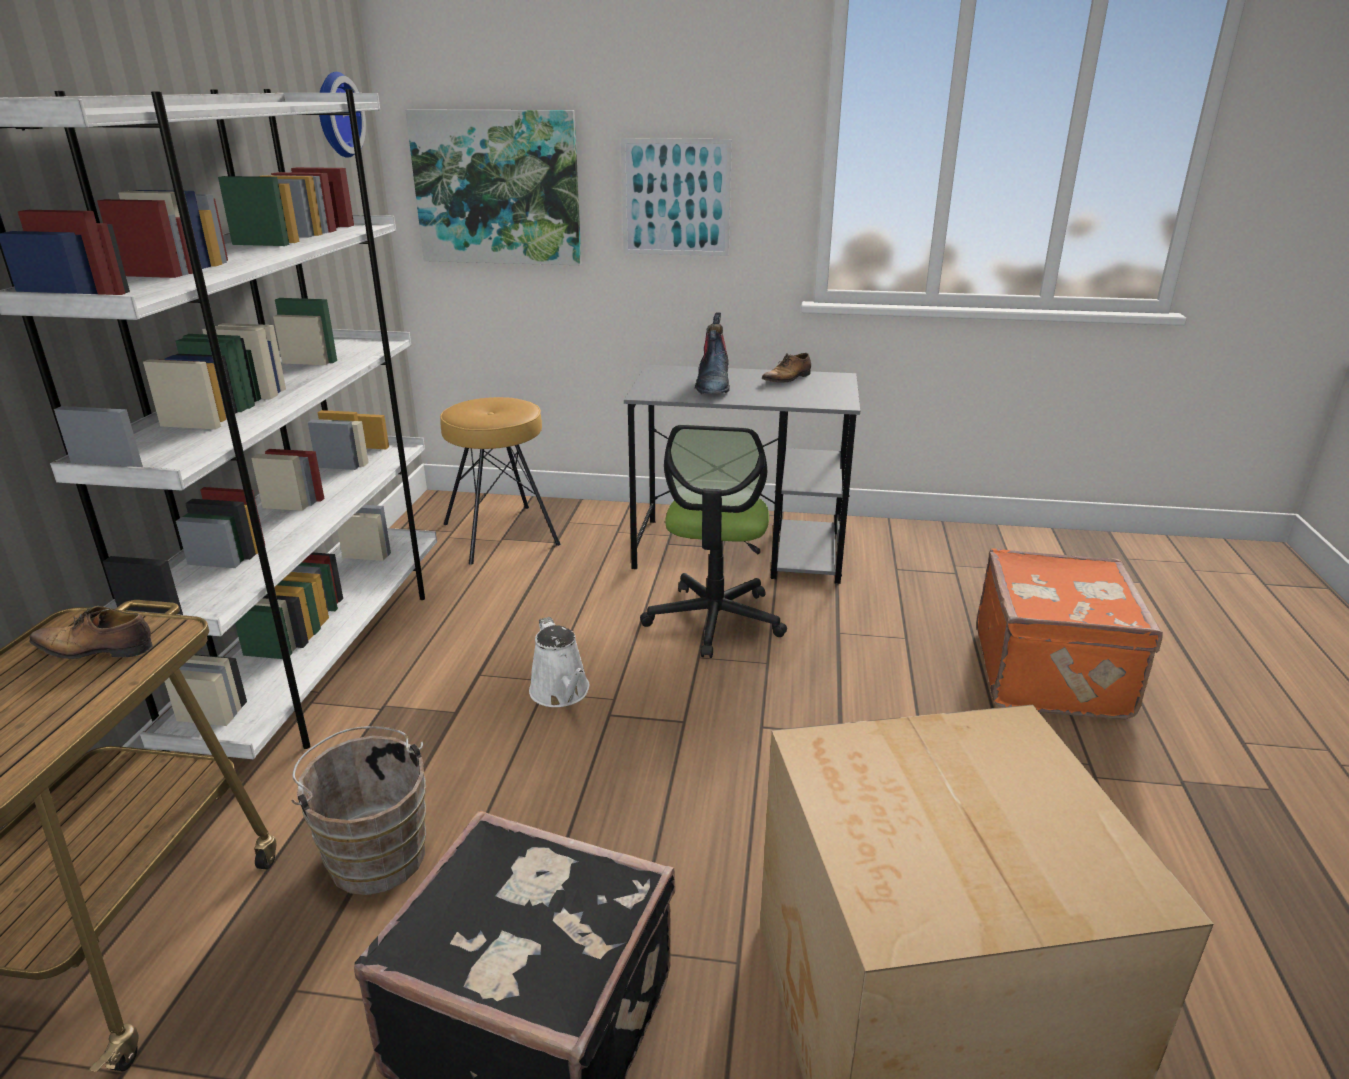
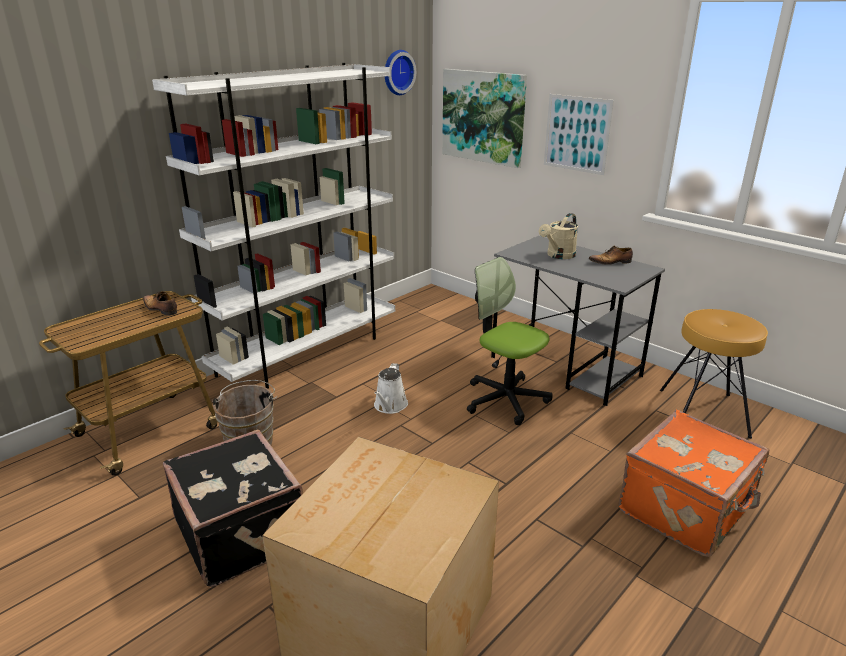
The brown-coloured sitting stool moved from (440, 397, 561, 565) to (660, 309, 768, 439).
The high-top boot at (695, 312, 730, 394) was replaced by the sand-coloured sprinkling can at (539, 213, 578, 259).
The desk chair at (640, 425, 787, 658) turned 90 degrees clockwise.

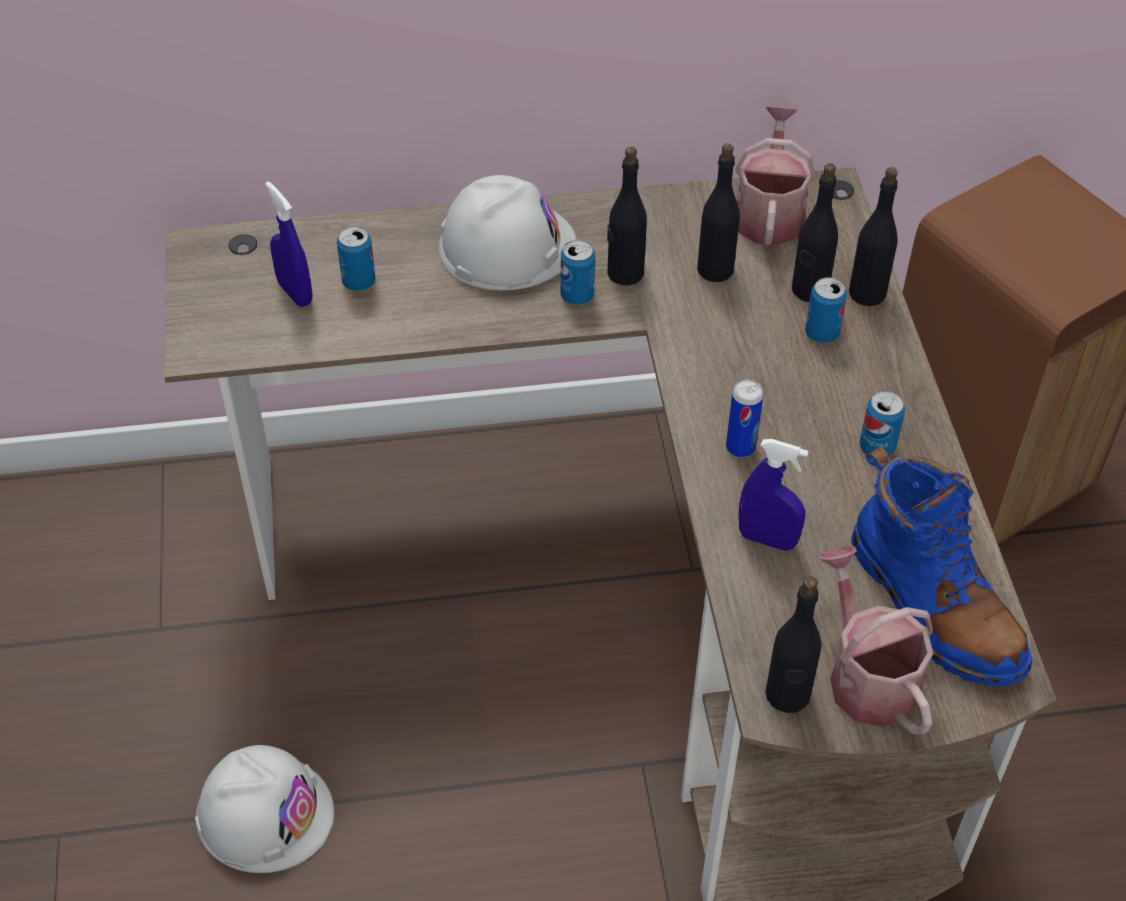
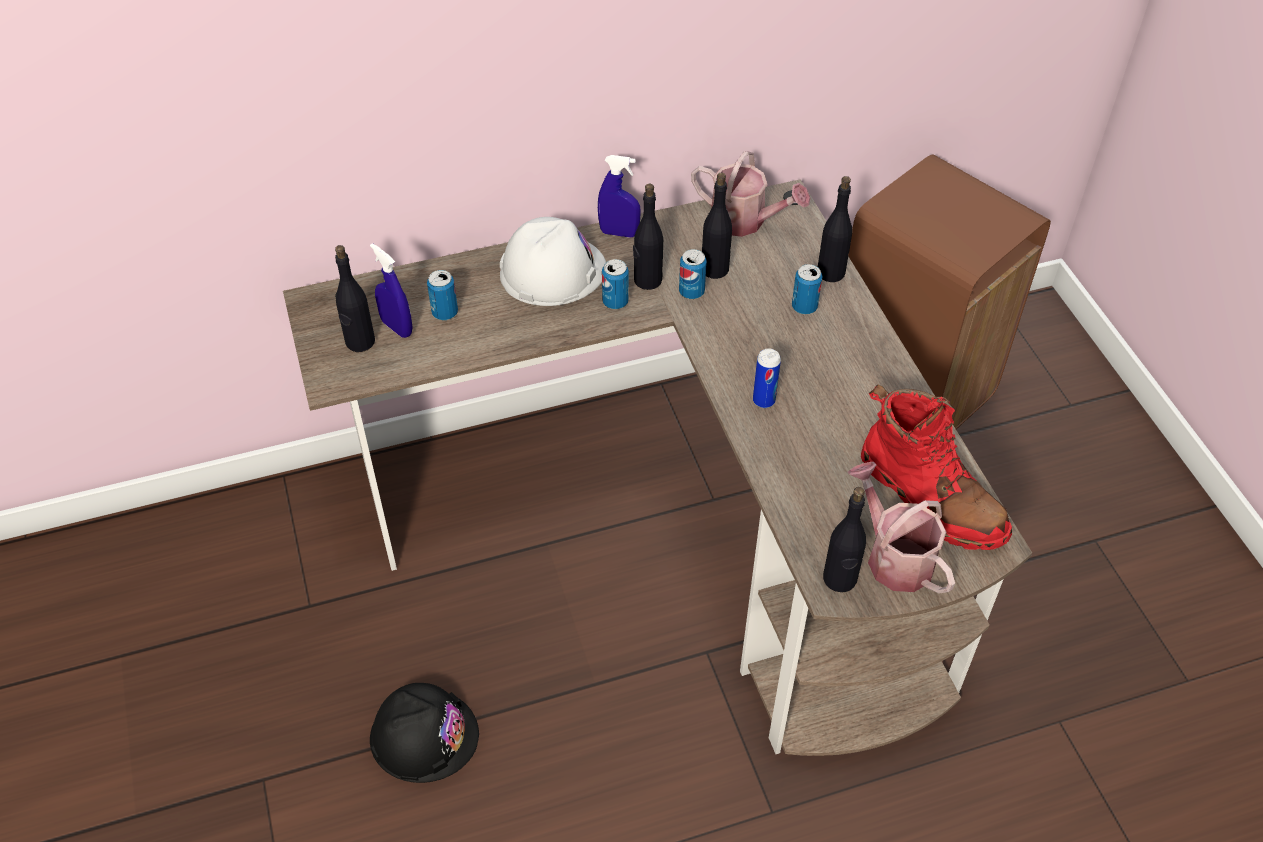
The blue-coloured sprayer moved from (738, 439, 809, 551) to (598, 155, 641, 238).
The blackish bottle moved from (792, 163, 838, 302) to (335, 245, 375, 352).
The can moved from (859, 391, 905, 456) to (679, 249, 707, 299).
The whitish hard hat at (195, 745, 334, 873) became the blackish hard hat at (370, 683, 479, 783).
The blue-coloured high-top boot at (851, 446, 1032, 687) became the red high-top boot at (861, 385, 1012, 550).
The sprinkling can at (735, 106, 816, 246) turned 120 degrees clockwise.

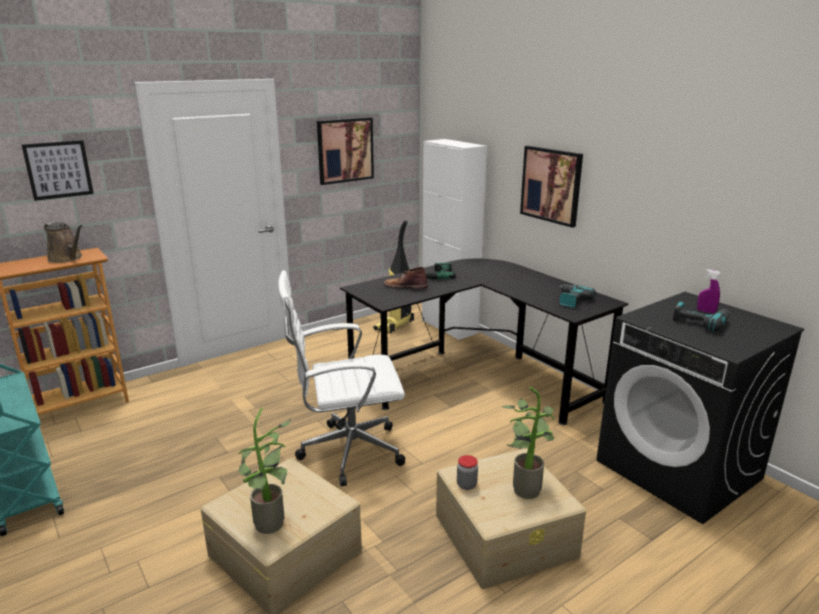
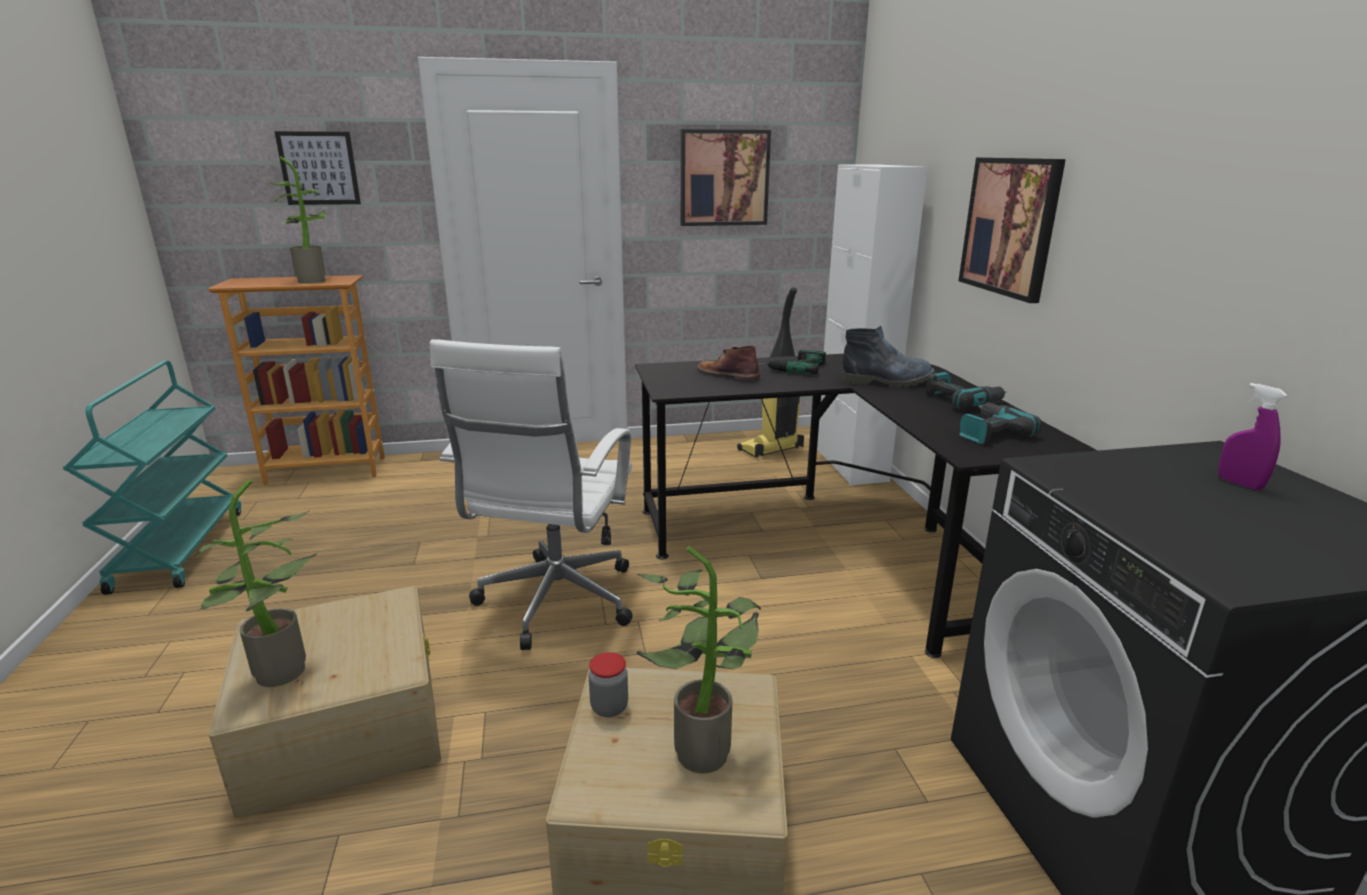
The high-top boot at (842, 326, 936, 387) appeared.
The power drill moved from (673, 302, 730, 332) to (926, 372, 1007, 409).
The brown-coloured sprinkling can at (44, 222, 82, 263) was replaced by the potted plant at (264, 156, 327, 284).
The whitish desk chair at (279, 270, 405, 486) turned 90 degrees counterclockwise.

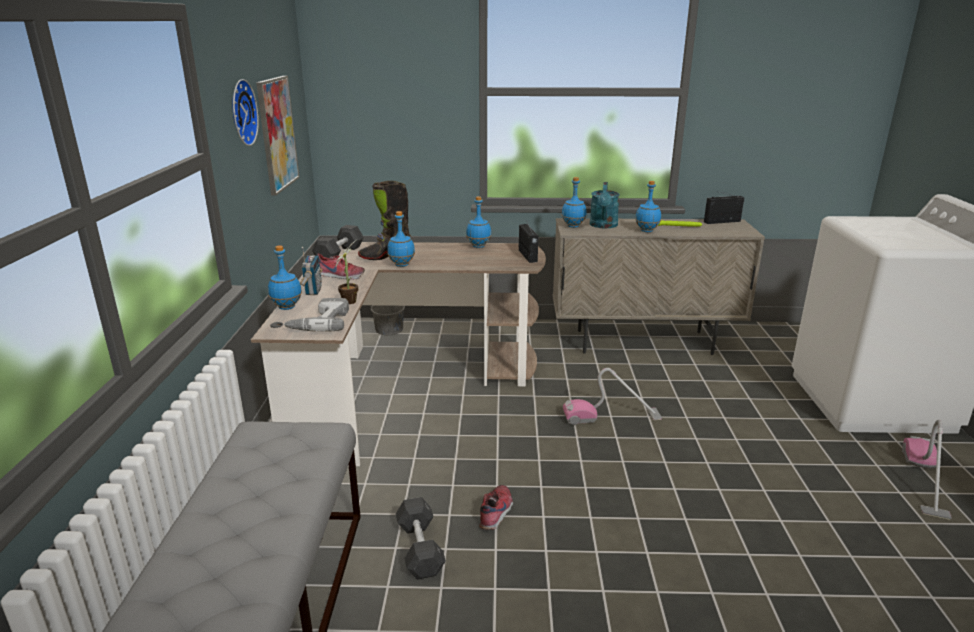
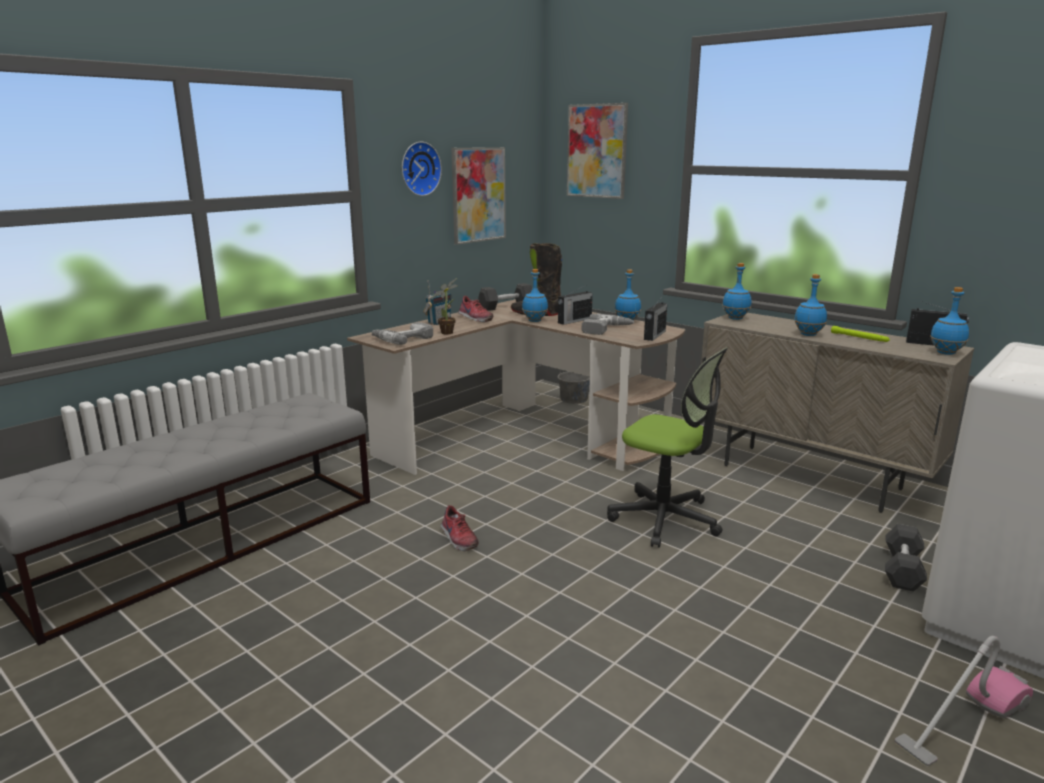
The turquoise sprinkling can at (590, 182, 620, 228) disappeared.
The radio receiver at (558, 285, 593, 325) appeared.
The wall art at (567, 103, 628, 199) appeared.
The power drill at (582, 314, 635, 335) appeared.
The blue-coloured bottle moved from (268, 245, 302, 310) to (930, 287, 969, 355).
The gray hand weight moved from (396, 497, 446, 580) to (885, 524, 927, 592).
The vacuum cleaner at (563, 368, 662, 425) was replaced by the desk chair at (607, 347, 728, 548).
The item of footwear at (479, 485, 513, 530) turned 90 degrees clockwise.

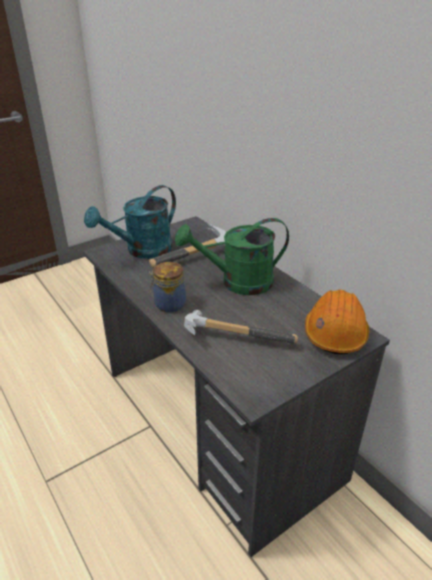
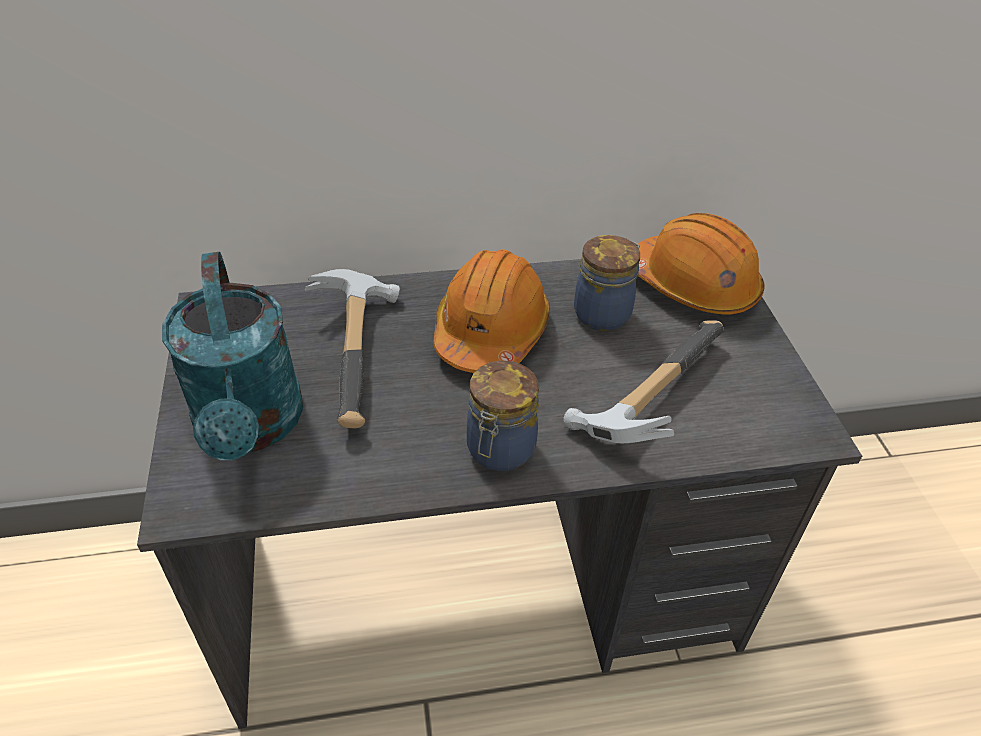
The jar at (574, 235, 640, 331) appeared.
The green-coloured sprinkling can at (175, 218, 289, 295) was replaced by the orange hard hat at (433, 249, 550, 373).

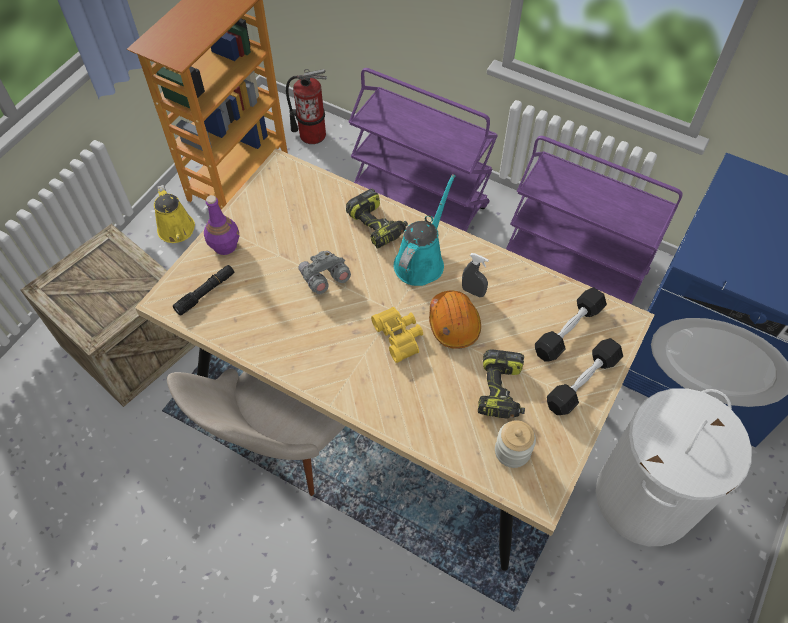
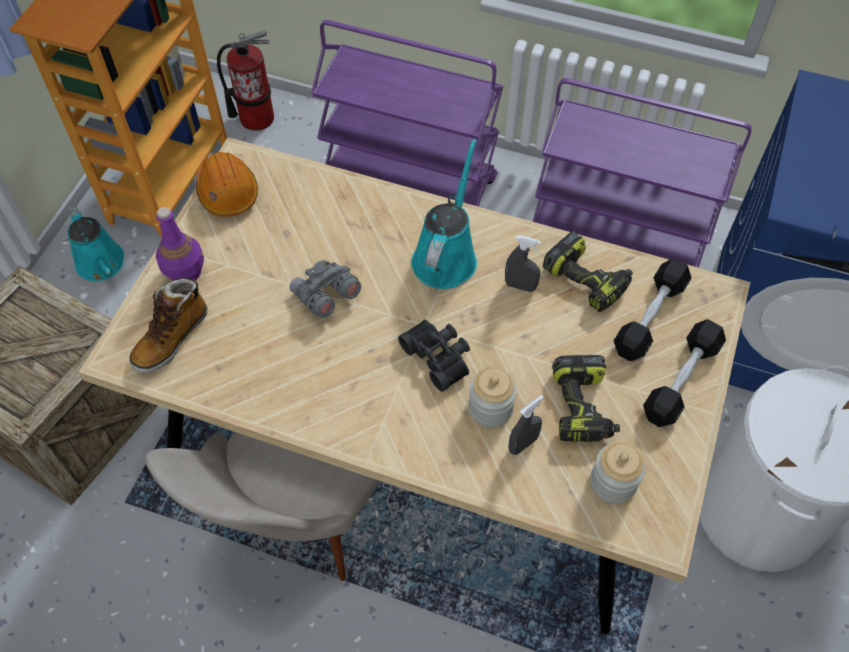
The jar at (468, 366, 517, 427) appeared.
The gray sprayer at (509, 395, 544, 455) appeared.
The power drill moved from (346, 189, 408, 249) to (543, 231, 633, 312).
The orange hard hat moved from (429, 290, 481, 349) to (196, 152, 258, 217).
The blackish flashlight at (173, 265, 234, 316) was replaced by the high-top boot at (129, 278, 208, 373).
The yellow-coloured sprinkling can at (154, 185, 195, 243) became the turquoise sprinkling can at (67, 206, 124, 281).
The yellow-coloured field glasses at (371, 307, 423, 363) became the blackish field glasses at (398, 320, 470, 392).

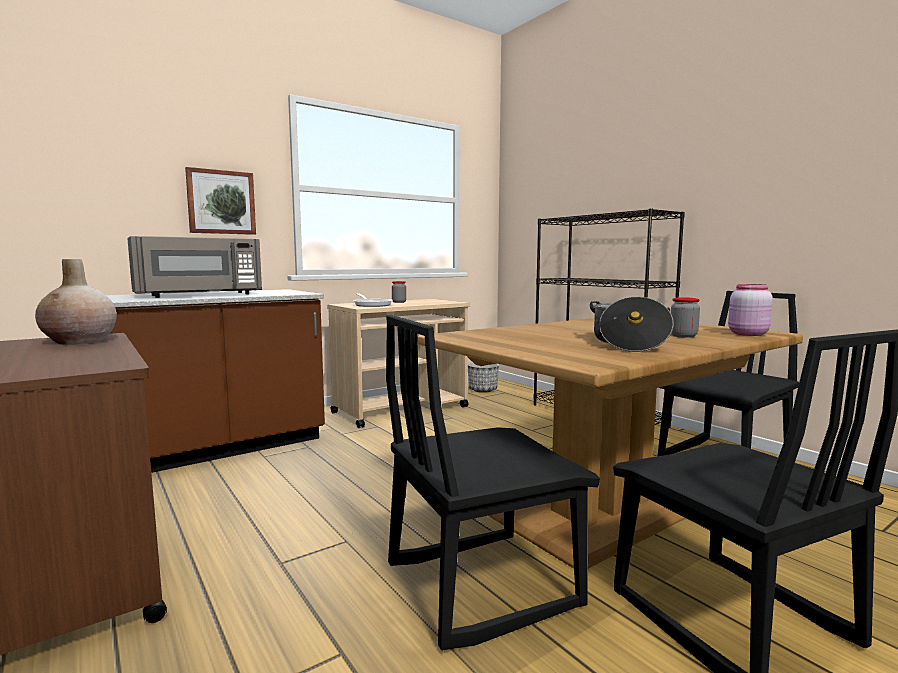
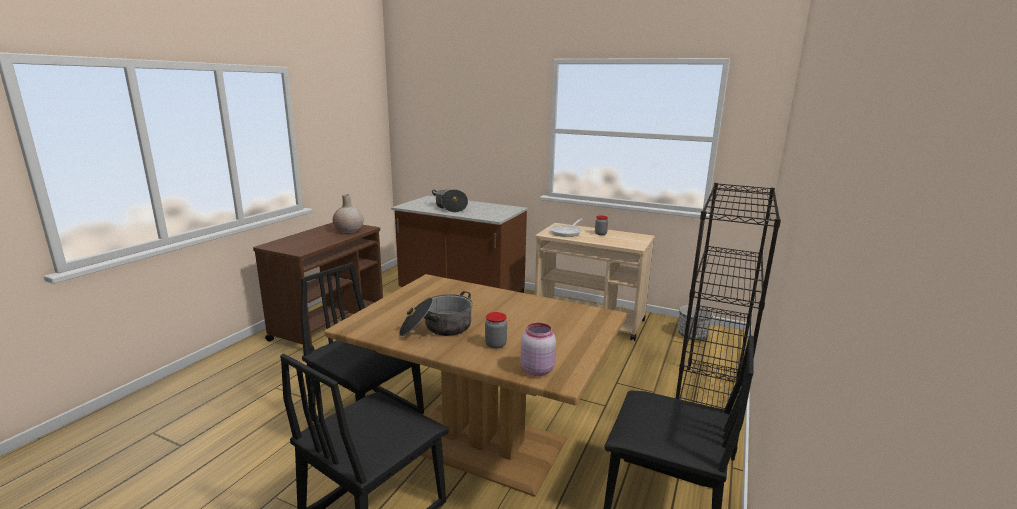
The wall art at (185, 167, 256, 235) disappeared.
The gray microwave at (127, 236, 262, 298) was replaced by the saucepot at (432, 189, 468, 212).

